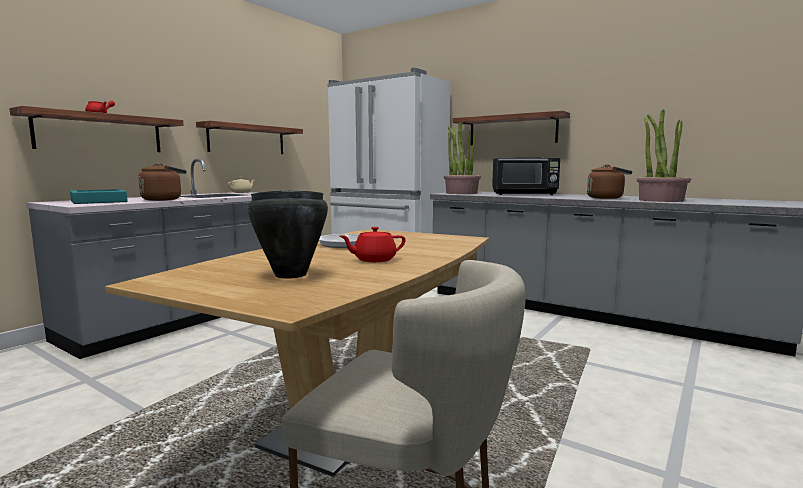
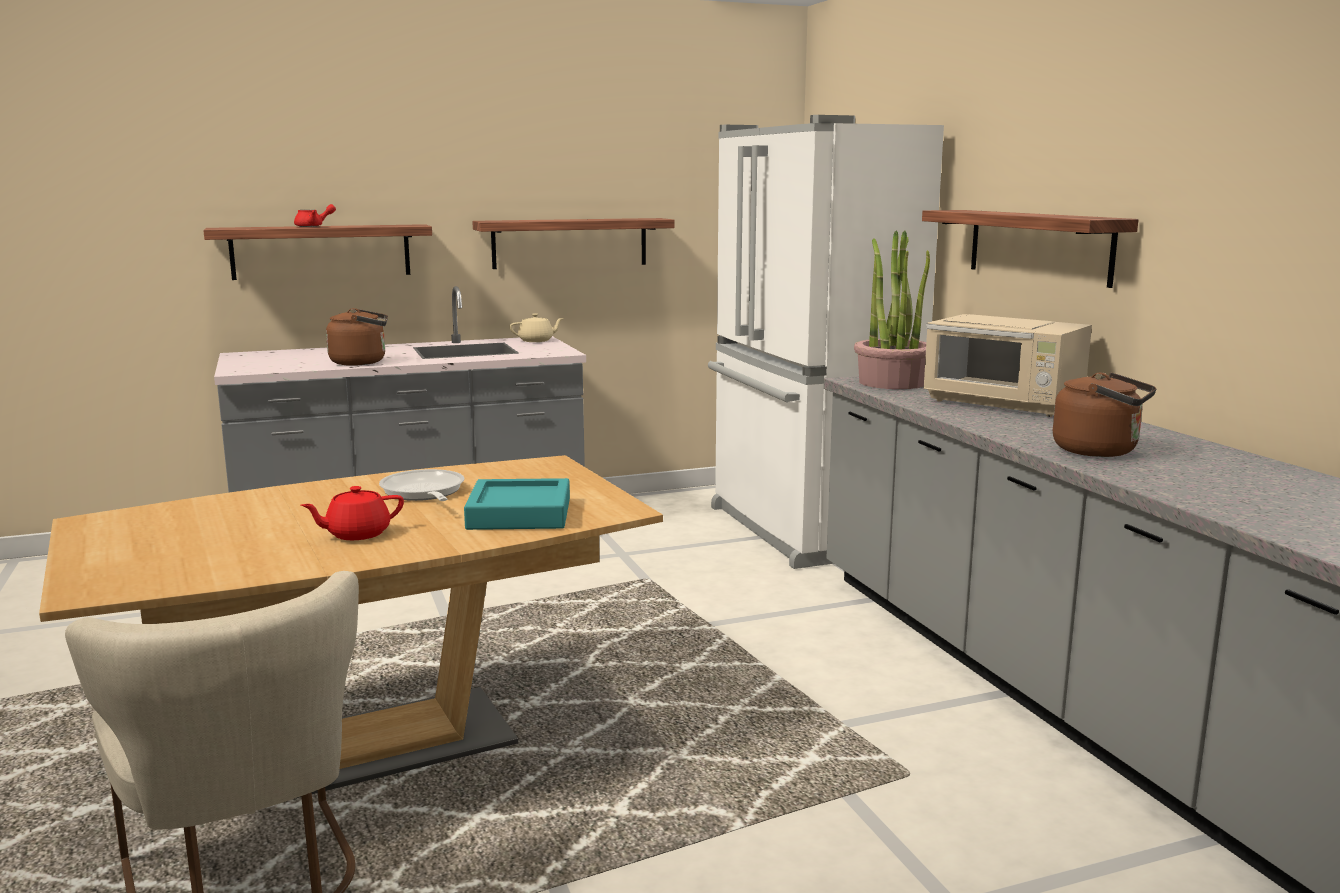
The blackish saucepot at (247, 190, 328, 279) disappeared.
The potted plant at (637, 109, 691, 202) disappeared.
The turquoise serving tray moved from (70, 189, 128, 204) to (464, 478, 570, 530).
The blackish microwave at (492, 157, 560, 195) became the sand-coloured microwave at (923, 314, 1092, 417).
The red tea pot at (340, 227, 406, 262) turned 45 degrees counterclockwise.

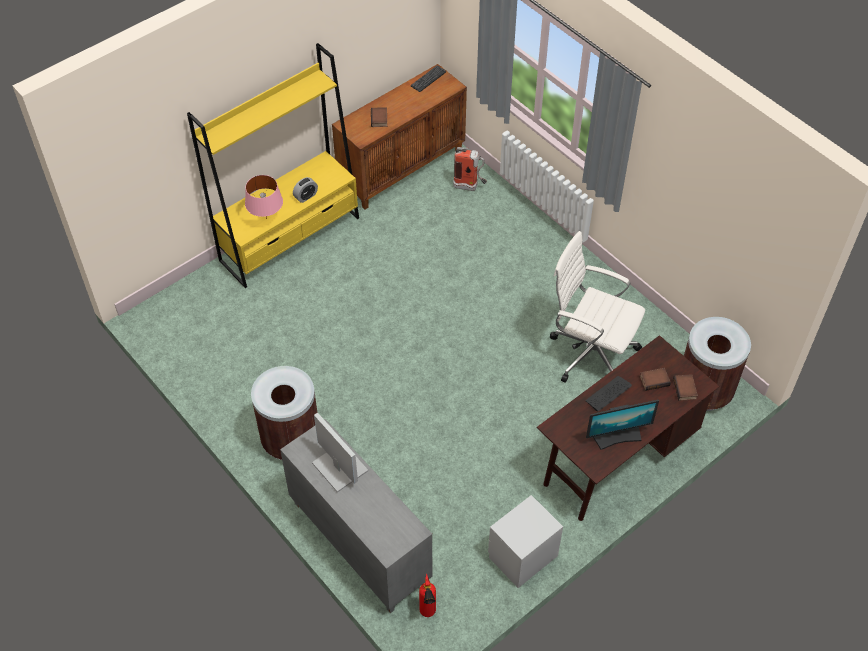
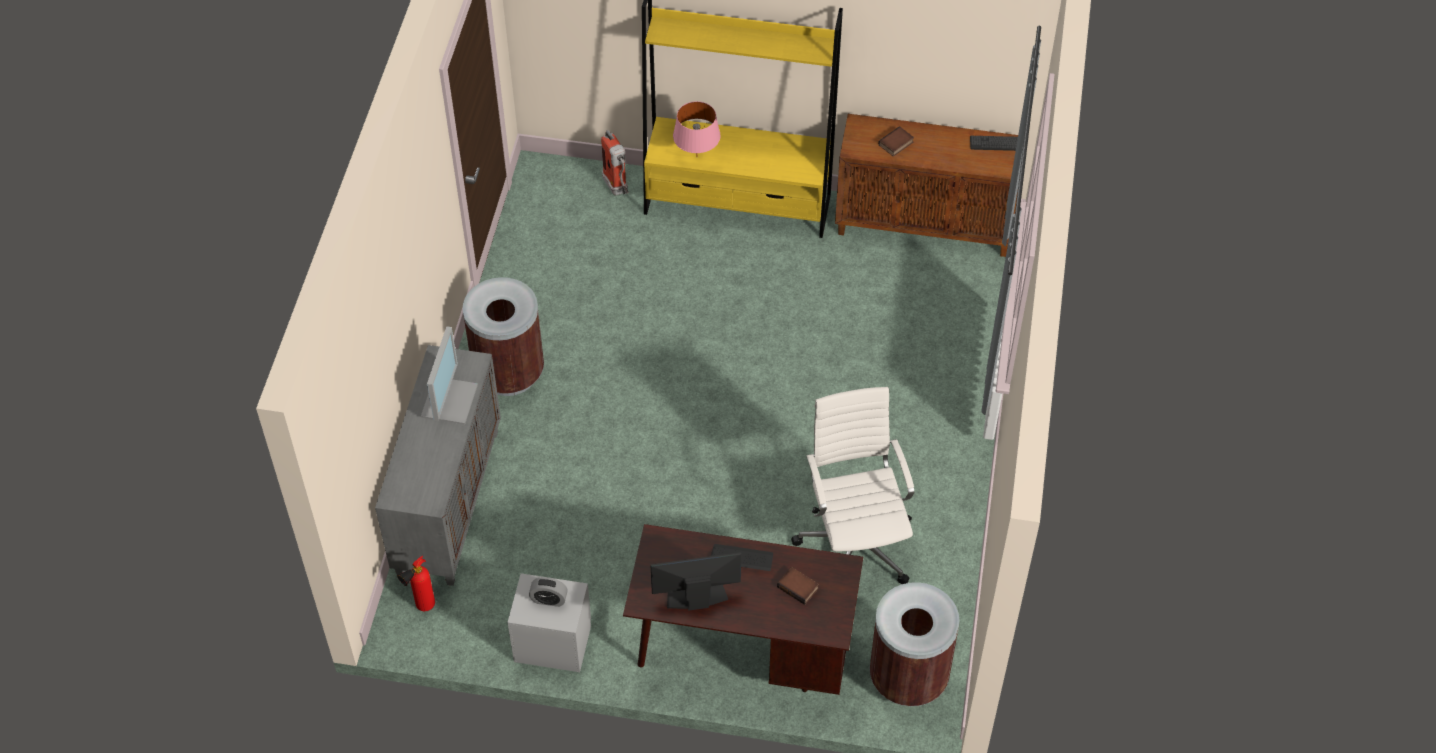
The book at (673, 374, 698, 401) disappeared.
The alarm clock moved from (293, 177, 318, 203) to (529, 577, 568, 607).
The fire-fighting cylinder moved from (453, 147, 487, 191) to (601, 130, 629, 195).
The computer display at (586, 400, 659, 450) turned 135 degrees clockwise.

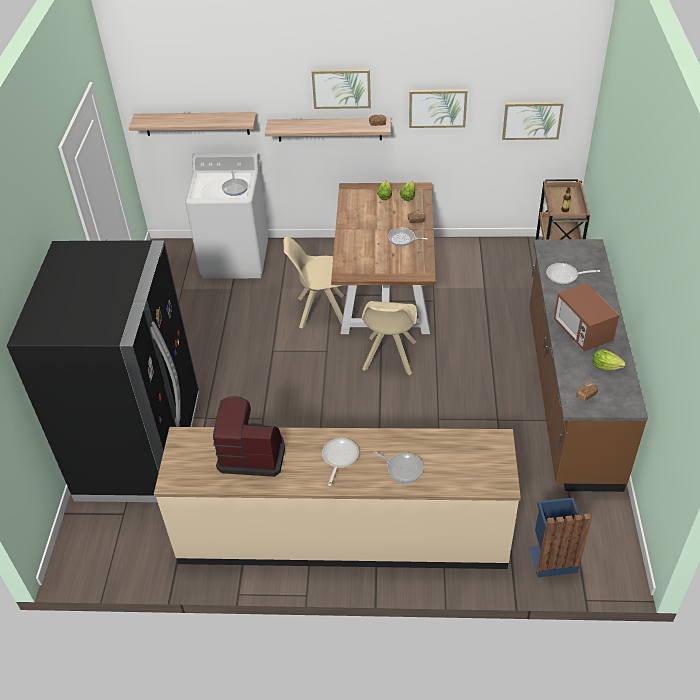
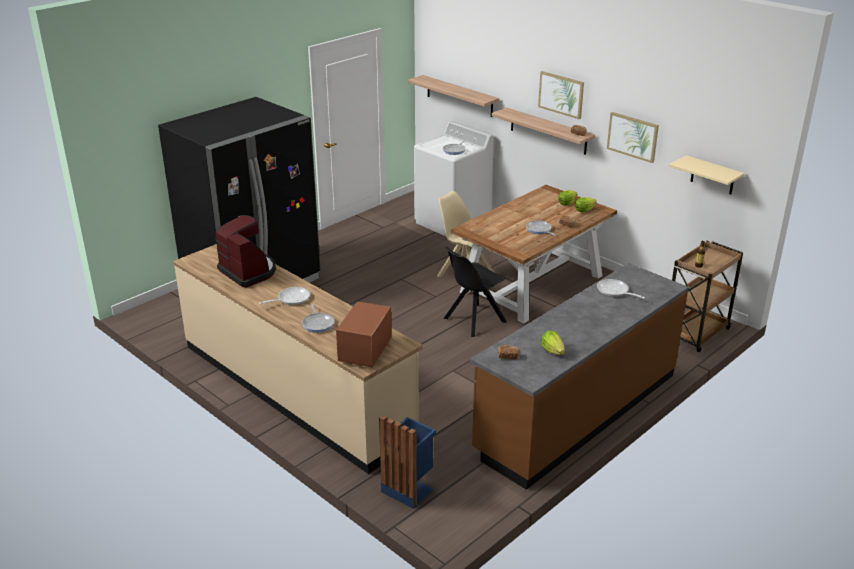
The microwave moved from (554, 283, 619, 351) to (336, 301, 392, 367).
The wall art at (502, 102, 564, 140) was replaced by the sand-coloured bracket shelf at (669, 155, 745, 194).
The sand-coloured upright chair at (362, 301, 417, 375) became the blackish upright chair at (444, 247, 507, 337).

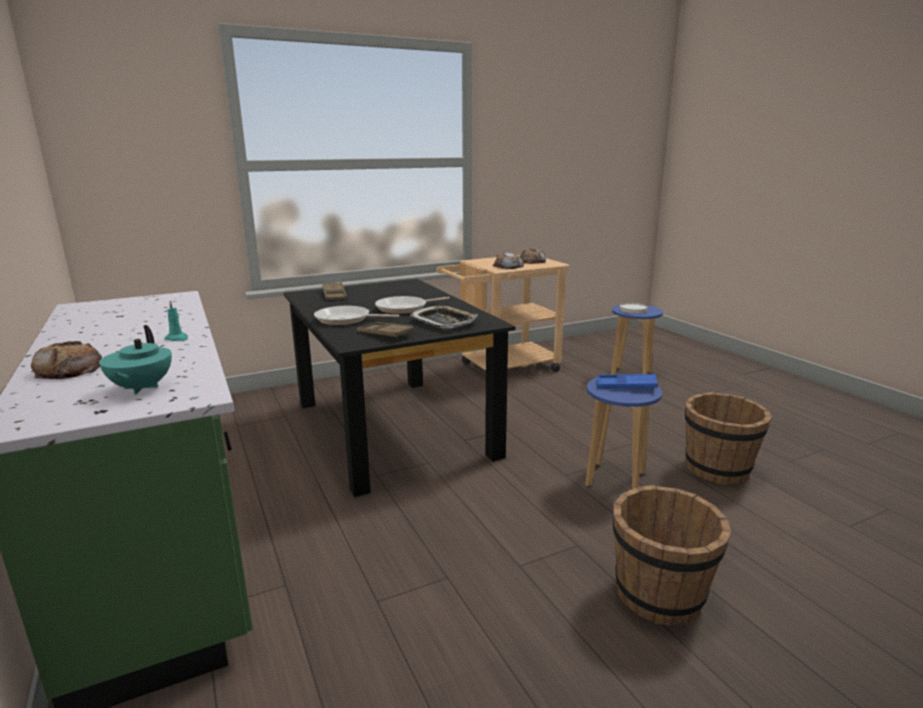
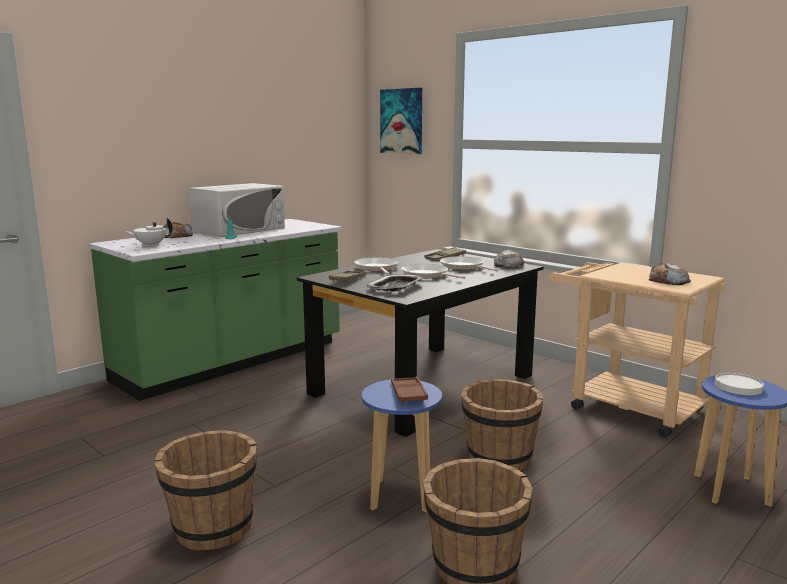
The whitish microwave at (189, 183, 285, 237) appeared.
The wall art at (380, 88, 422, 154) appeared.
The frying pan at (440, 256, 498, 271) appeared.
The brown-coloured water bucket at (461, 379, 543, 471) appeared.
The baked bread moved from (493, 252, 524, 269) to (494, 250, 524, 268).
The turquoise tea pot at (99, 325, 172, 395) became the whitish tea pot at (124, 218, 173, 247).
The blue-coloured serving tray at (597, 374, 658, 389) became the brown-coloured serving tray at (391, 377, 428, 403).

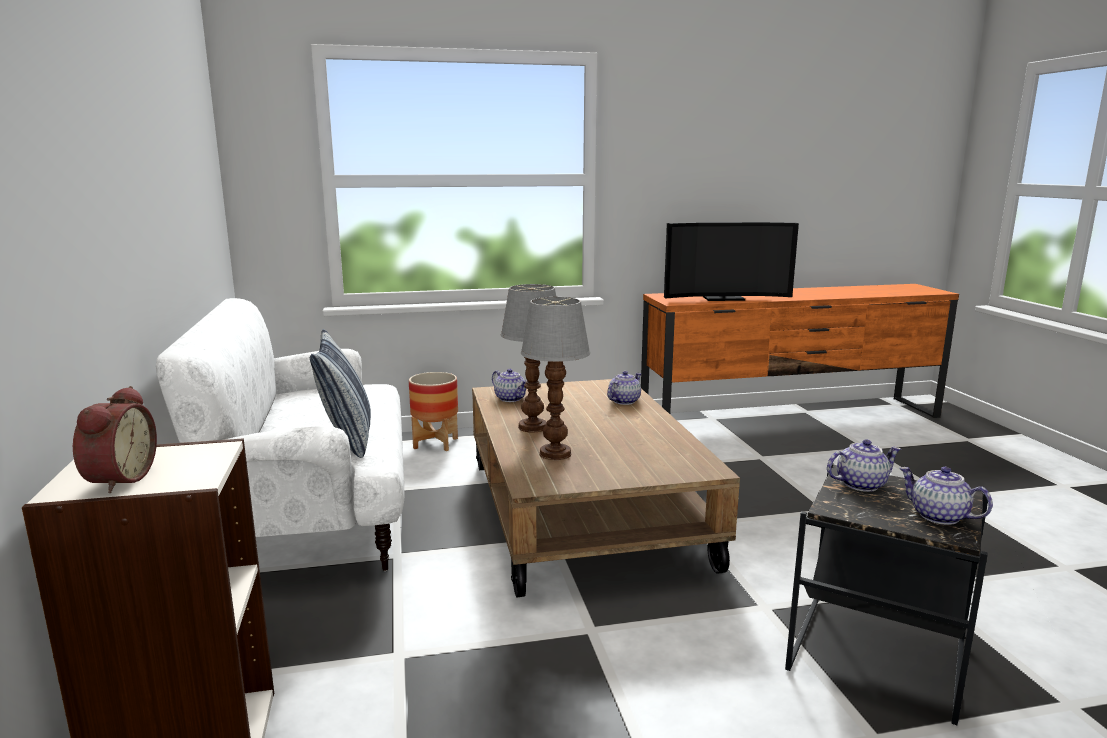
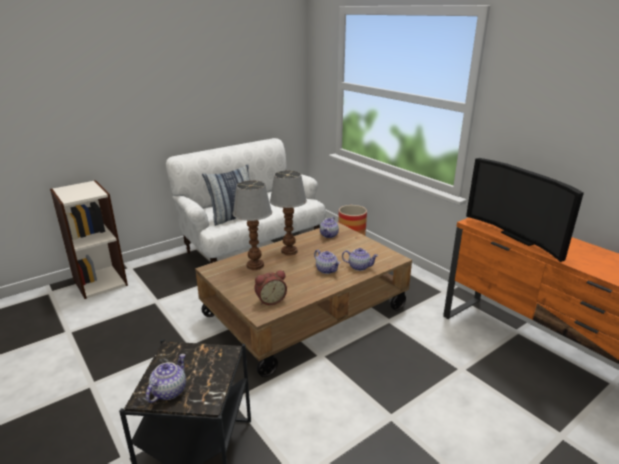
The alarm clock moved from (73, 386, 157, 493) to (255, 270, 287, 305).
The tea pot moved from (827, 439, 901, 492) to (314, 250, 340, 274).

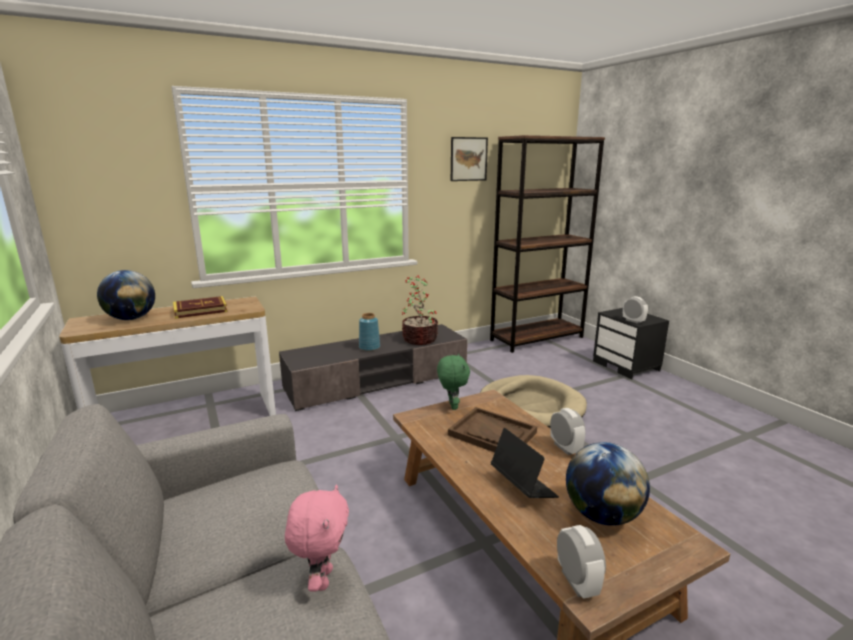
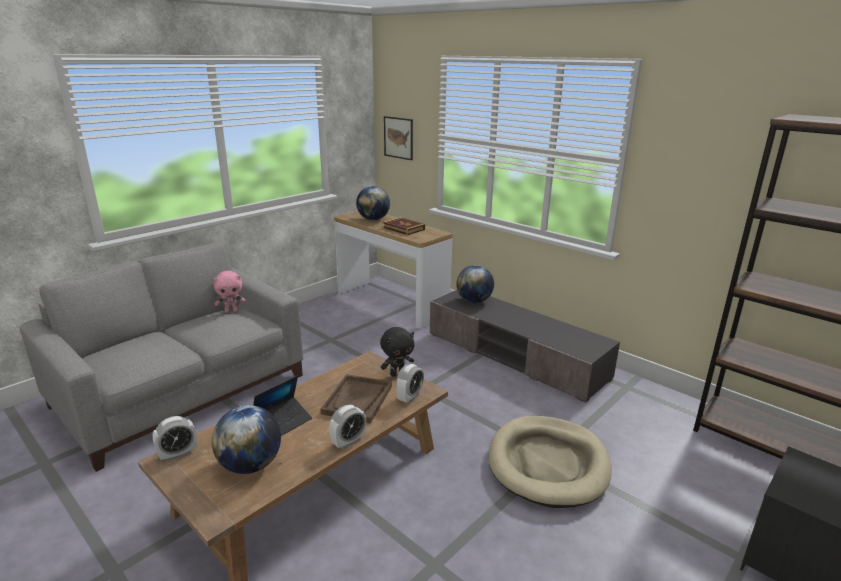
The blue-coloured decorative vase at (359, 313, 380, 351) disappeared.
The potted plant at (402, 276, 438, 345) disappeared.
The world globe at (456, 265, 494, 303) appeared.
The pink cuddly toy moved from (285, 484, 349, 591) to (213, 271, 246, 313).
The wall art moved from (451, 137, 488, 181) to (384, 116, 413, 160).
The alarm clock moved from (623, 296, 648, 324) to (396, 364, 424, 404).
The green-coloured cuddly toy at (437, 353, 470, 410) became the blackish cuddly toy at (380, 327, 414, 377).

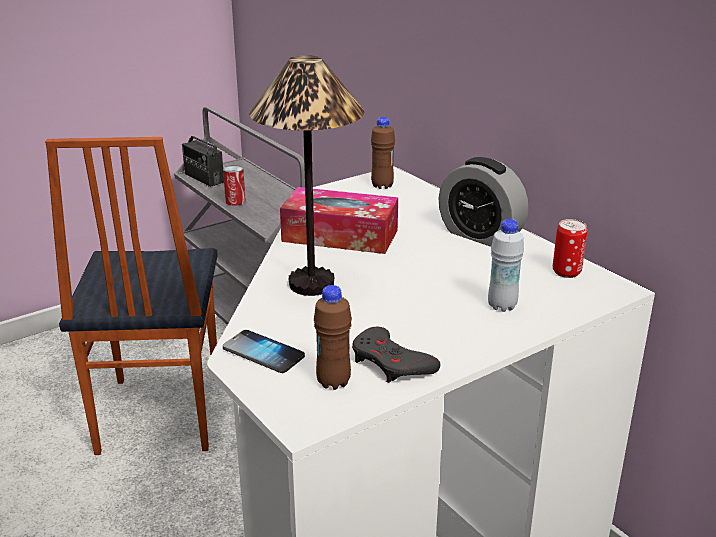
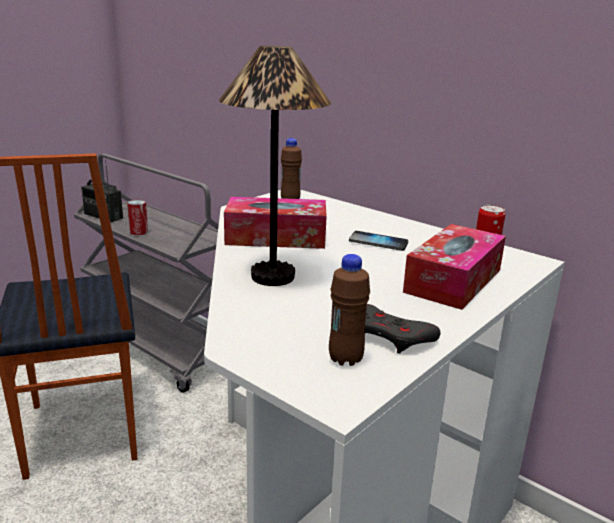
The alarm clock at (438, 157, 528, 247) disappeared.
The handset moved from (223, 330, 305, 373) to (349, 231, 408, 251).
The whitish bottle at (488, 219, 524, 312) was replaced by the tissue holder at (403, 224, 506, 310).

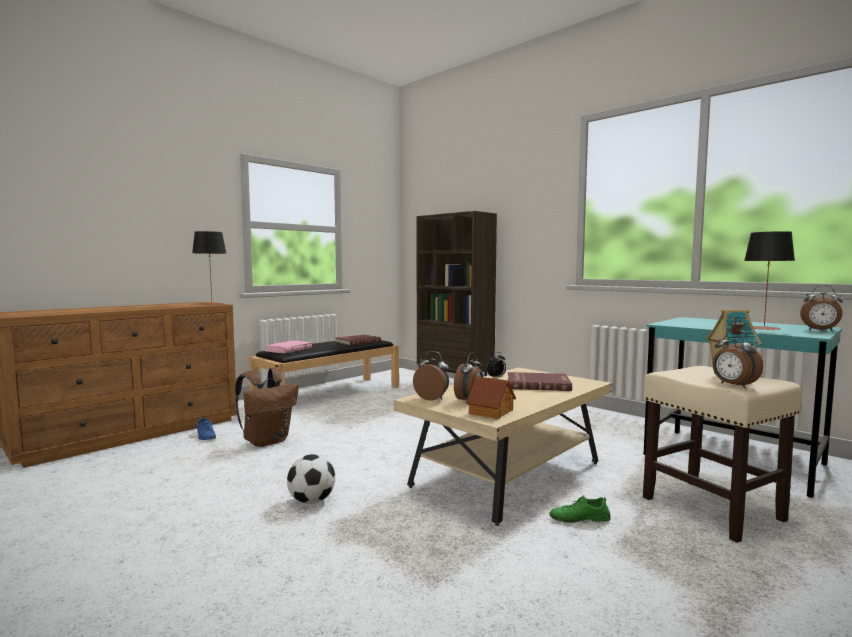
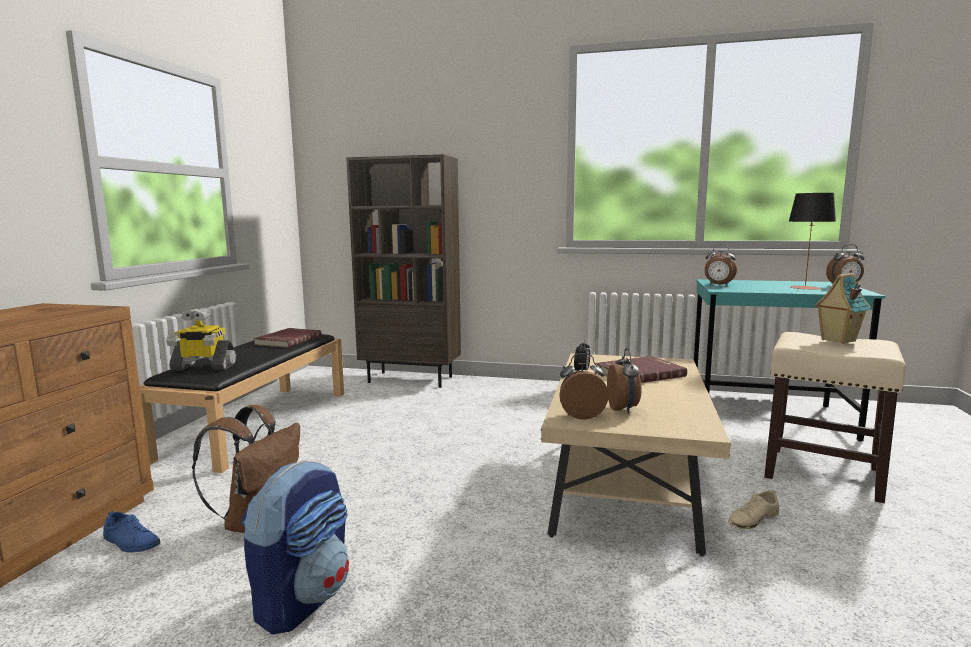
The tabletop lamp at (192, 231, 226, 305) disappeared.
The football at (287, 454, 335, 504) disappeared.
The model house at (466, 376, 516, 419) disappeared.
The knapsack at (241, 460, 349, 634) appeared.
The alarm clock moved from (712, 330, 763, 388) to (705, 244, 737, 286).
The pink book at (265, 340, 312, 353) was replaced by the model robot at (166, 308, 237, 371).
The green-coloured item of footwear at (549, 495, 611, 523) became the sand-coloured item of footwear at (728, 489, 779, 529).

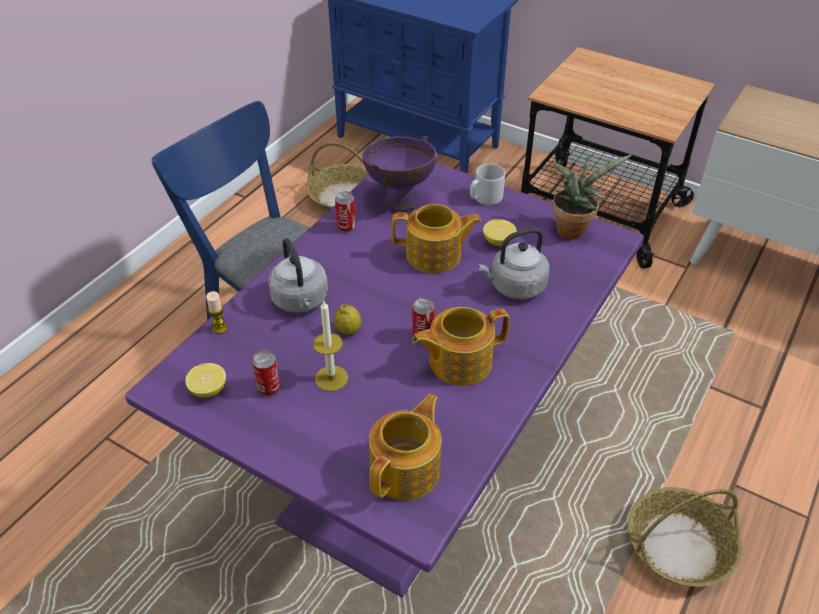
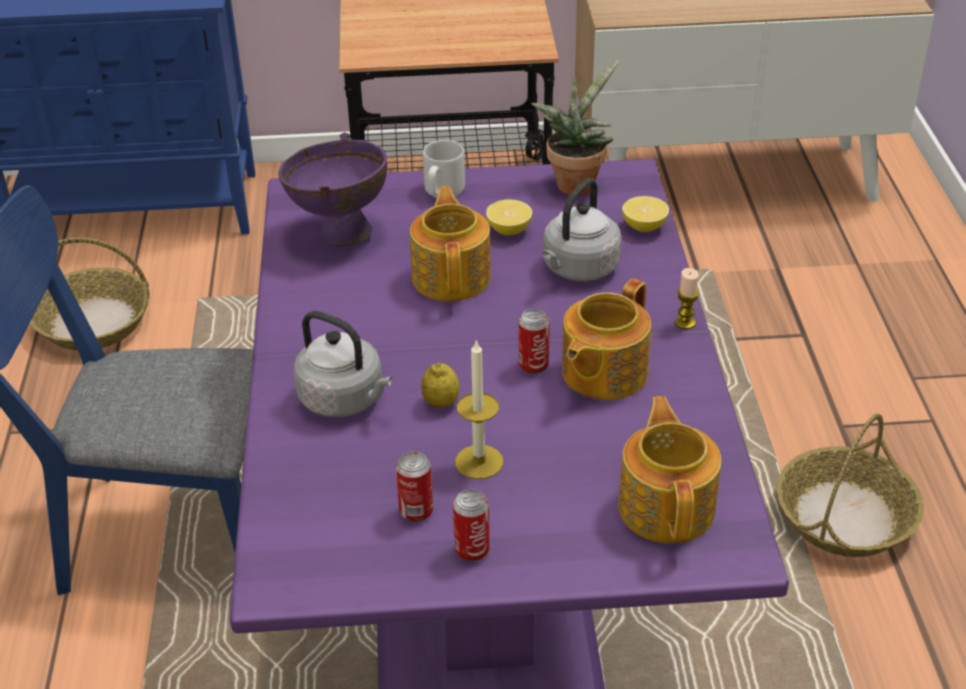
The lemon moved from (185, 363, 226, 398) to (622, 196, 669, 232).
The wax light moved from (206, 291, 228, 334) to (675, 268, 699, 329).
The can moved from (335, 191, 356, 232) to (453, 489, 490, 562).
The tea pot at (392, 204, 482, 273) turned 60 degrees counterclockwise.

